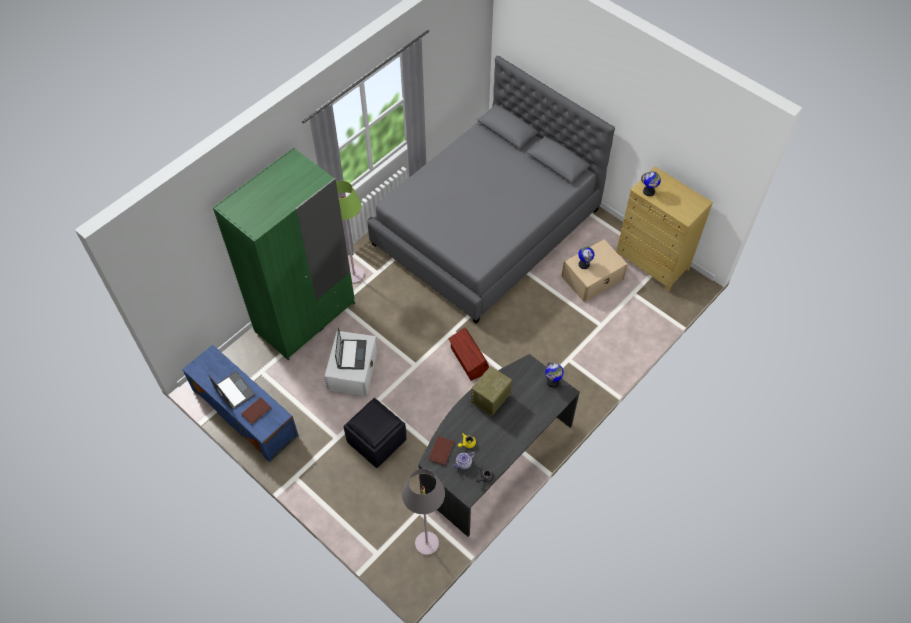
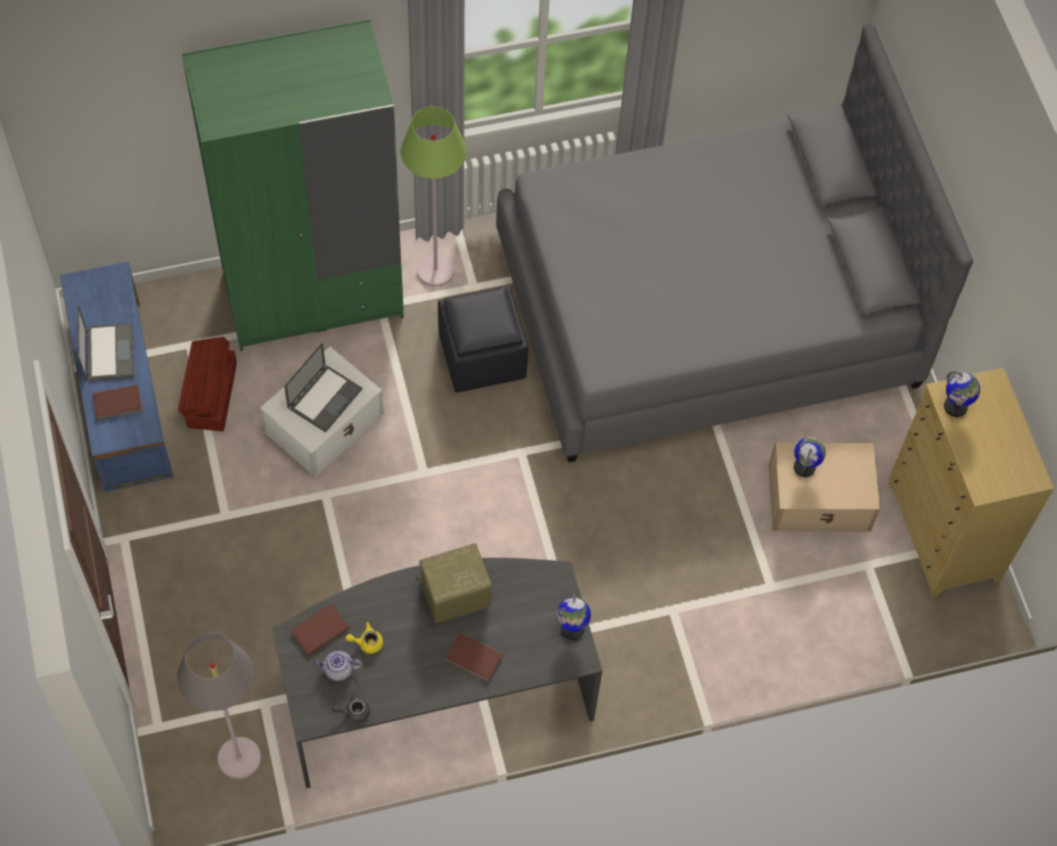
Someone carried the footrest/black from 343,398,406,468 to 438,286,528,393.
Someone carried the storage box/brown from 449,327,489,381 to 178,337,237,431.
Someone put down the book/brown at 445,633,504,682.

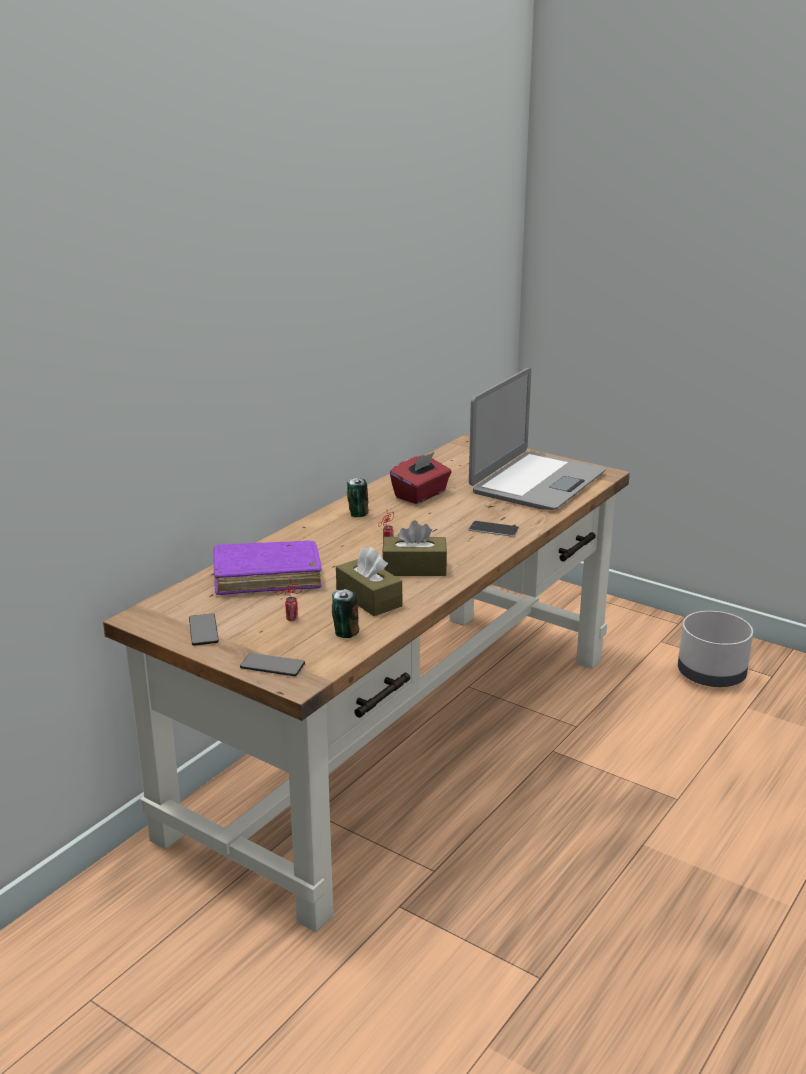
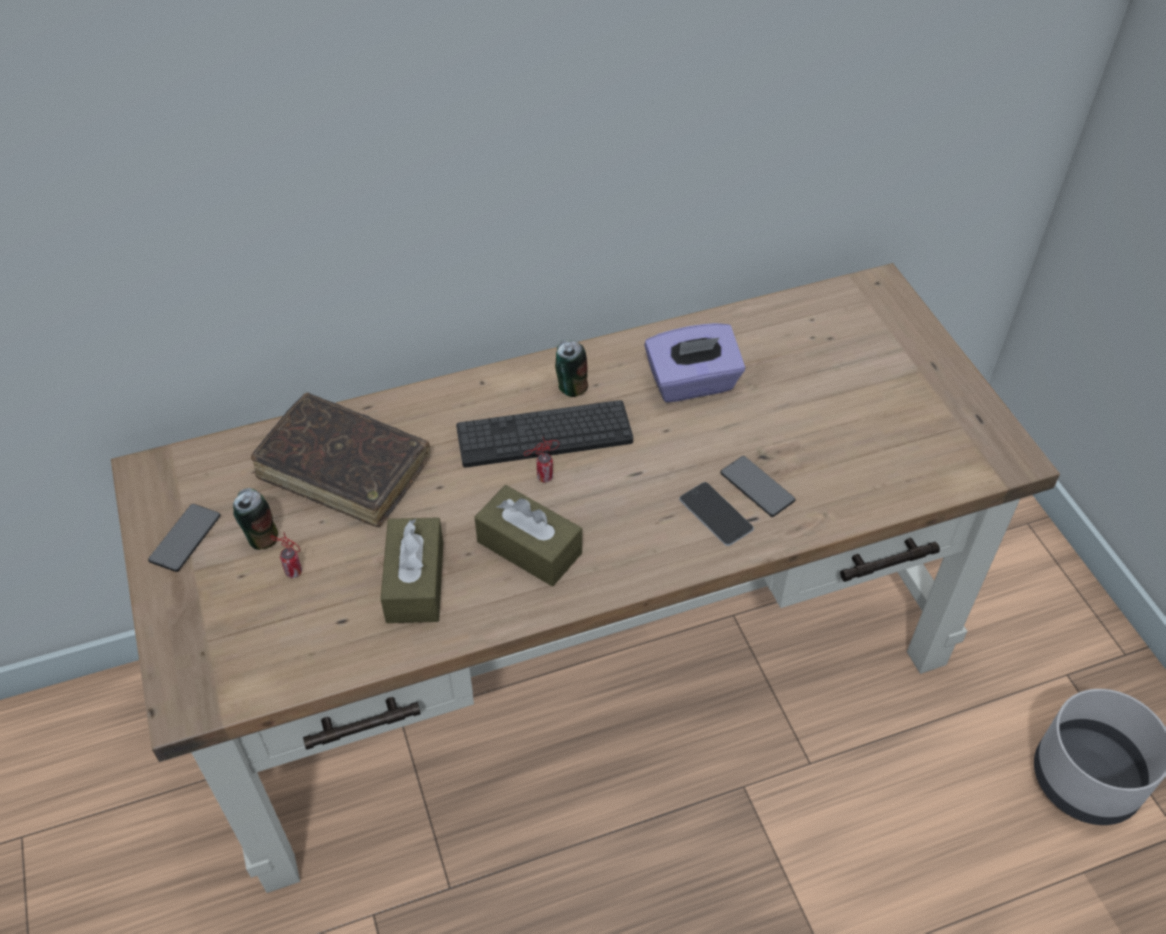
Someone repainted the book/purple-coloured at 213,540,322,595, which became the book/brown at 251,393,430,527.
Someone carried the handset from 240,653,305,676 to 720,456,795,517.
Someone carried the metal can from 332,589,359,638 to 233,488,278,550.
Someone repainted the tissue box/red at 390,452,451,504, which became the tissue box/purple-coloured at 644,323,745,402.
Someone took away the laptop at 469,368,606,510.
Someone put down the computer keyboard at 456,400,633,468.

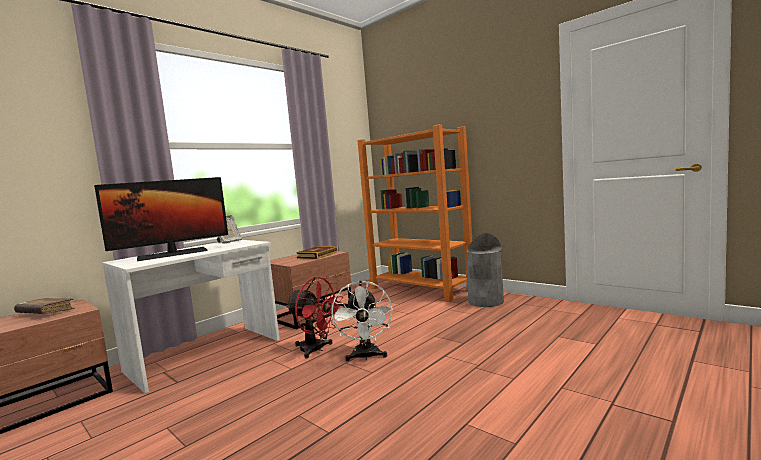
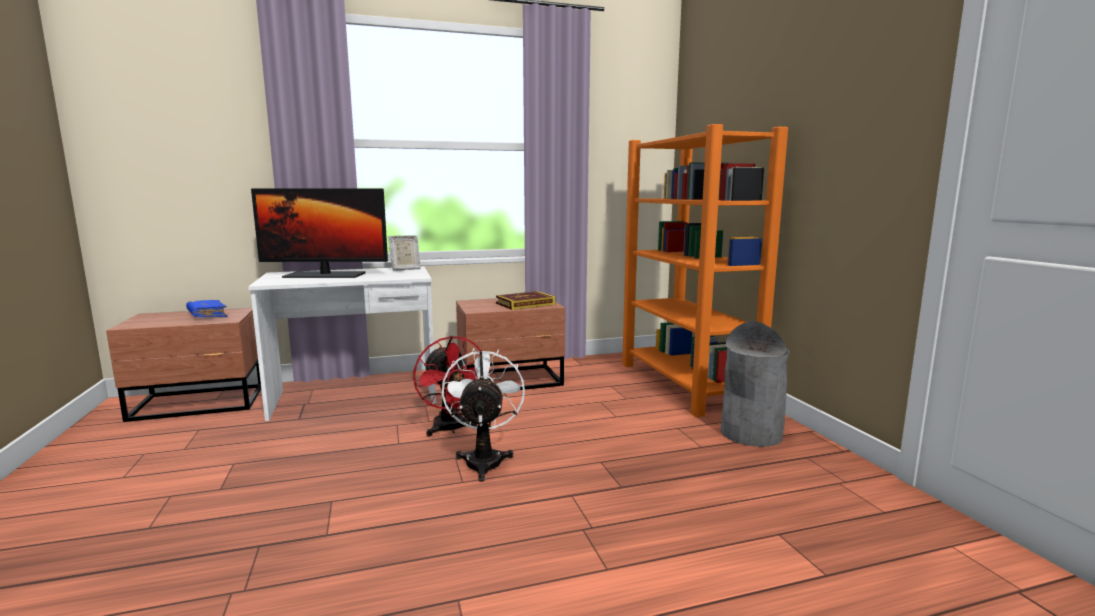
Someone repainted the book/brown at 14,298,75,314, which became the book/blue at 186,300,228,317.
Someone rotated the cooling fan/white-coloured at 331,281,393,361 by 150 degrees clockwise.

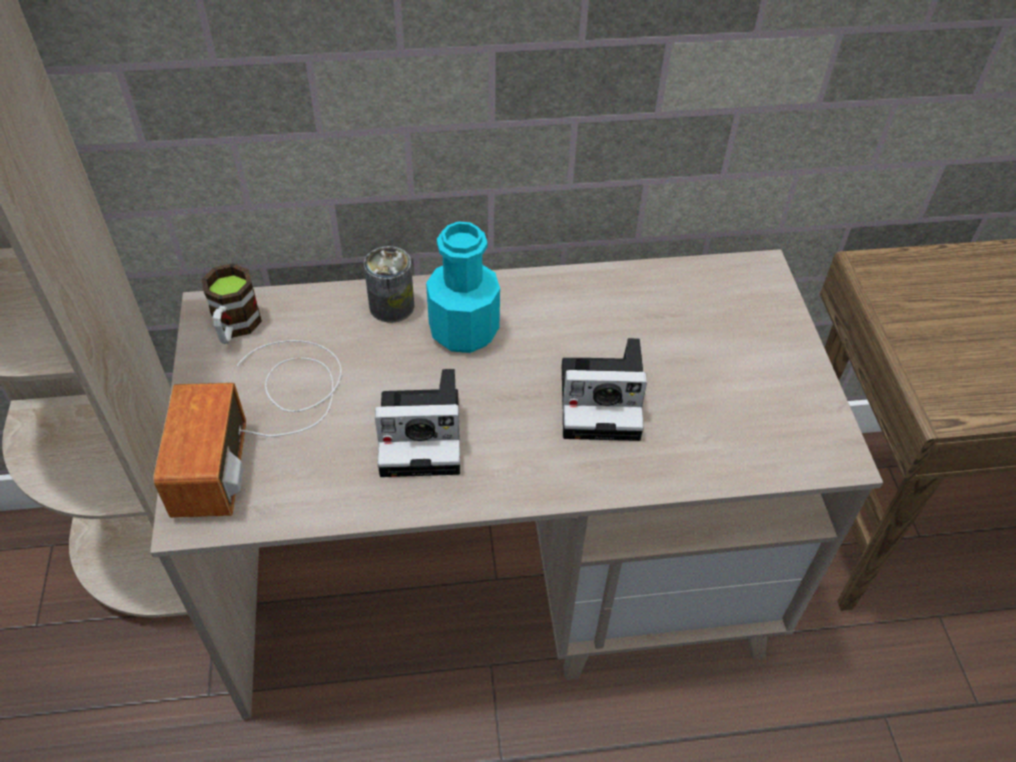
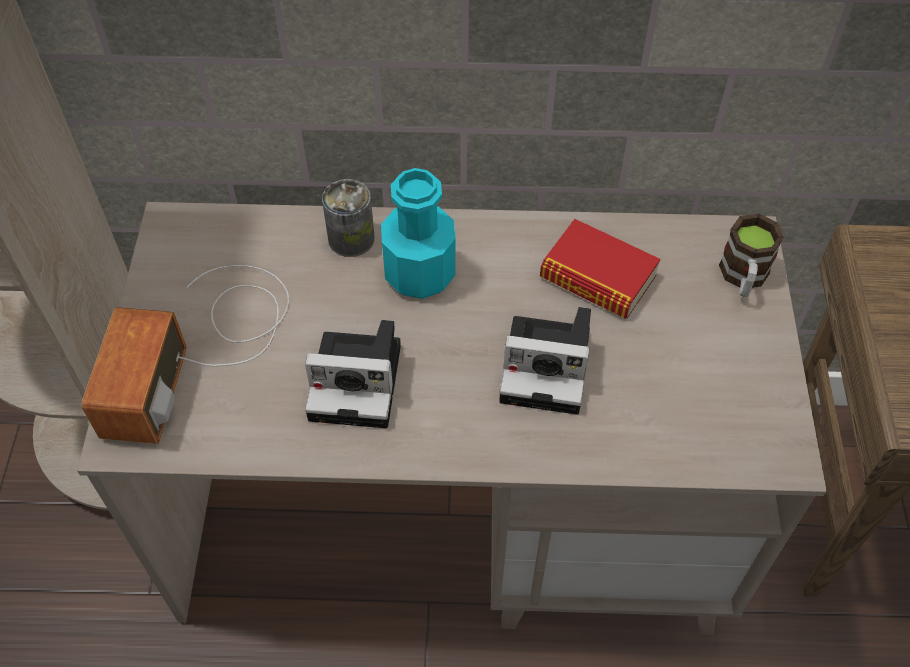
Someone carried the coffee mug from 201,263,262,344 to 719,214,784,297.
Someone put down the book at 540,219,660,319.

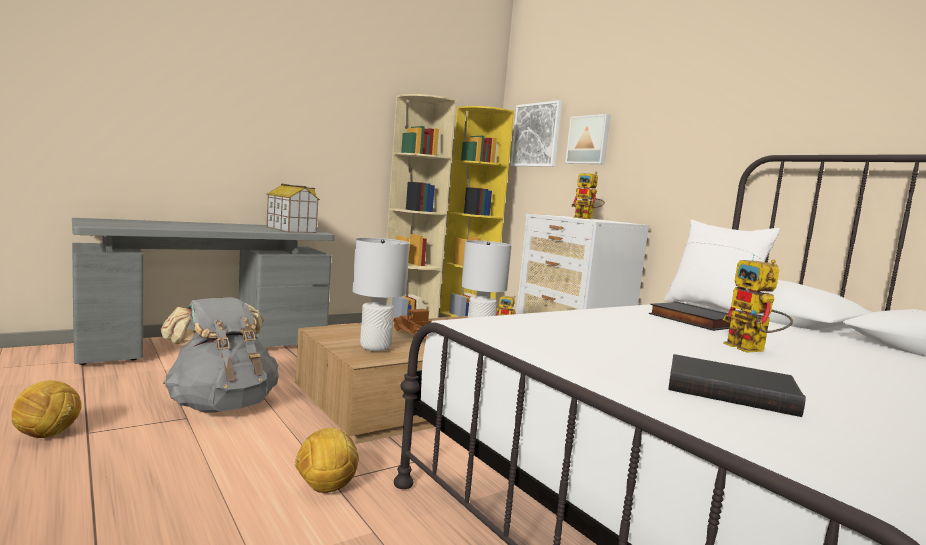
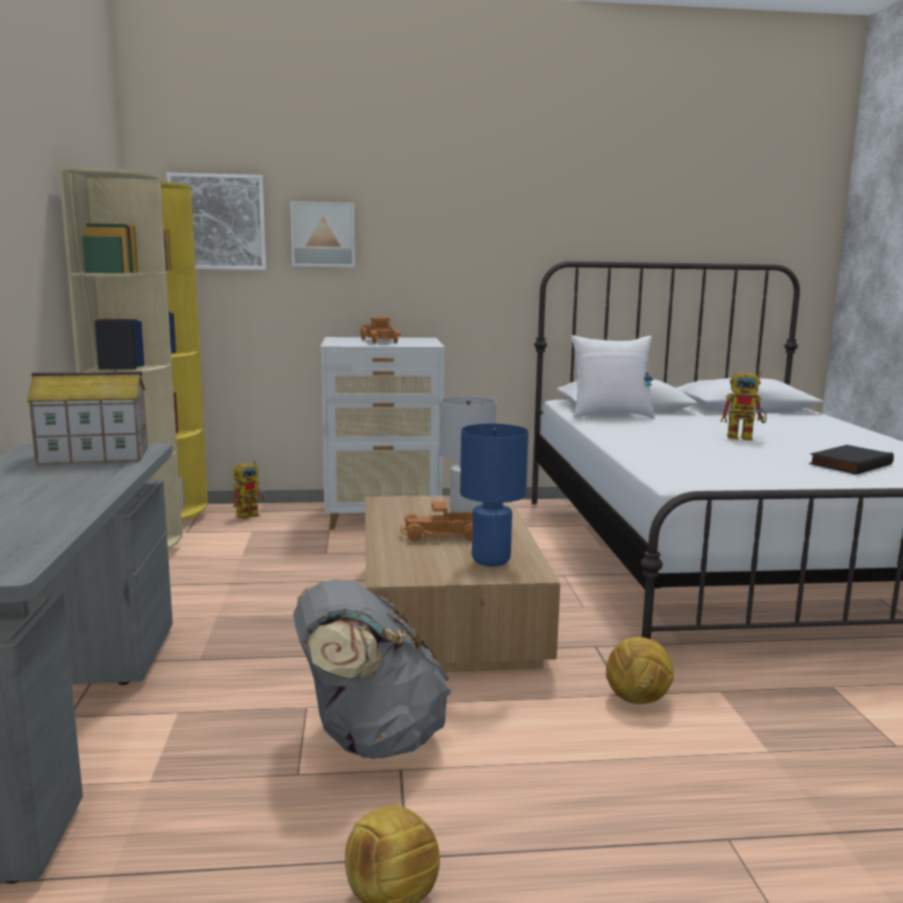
Someone repainted the tabletop lamp/greyish at 353,238,410,351, which became the tabletop lamp/blue at 460,424,529,567.
Someone swapped the robot figure at 571,172,605,219 for the toy truck at 360,317,401,344.
Someone took away the book/black at 649,301,730,331.

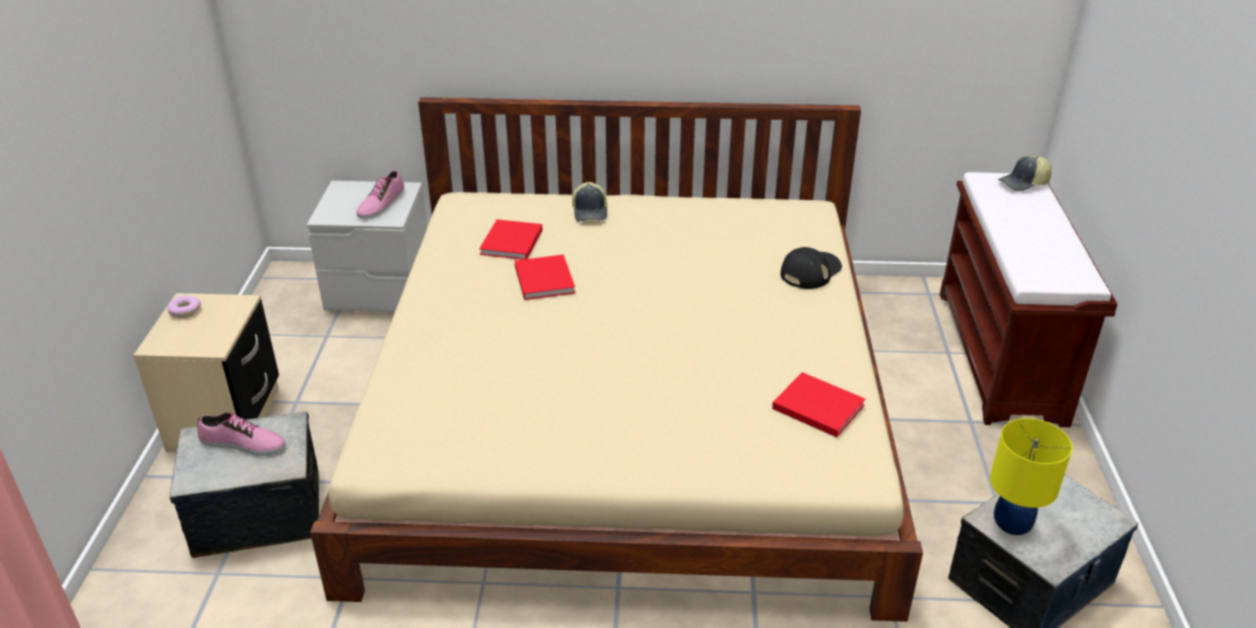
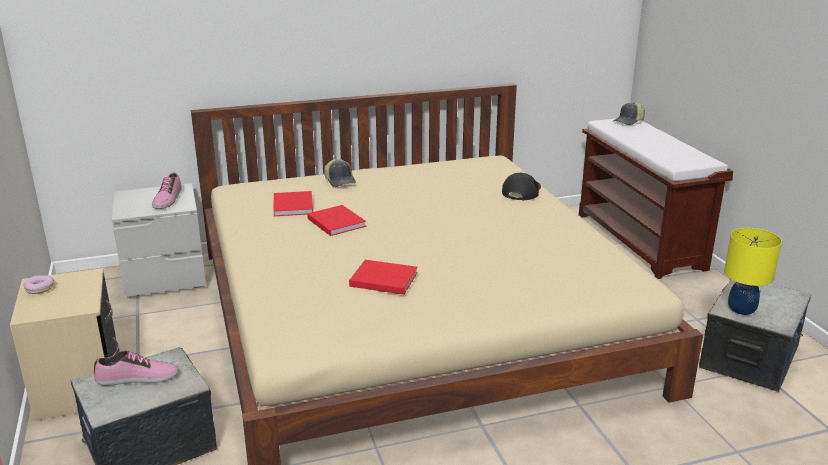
Someone carried the book/red from 772,372,866,437 to 349,260,418,295.

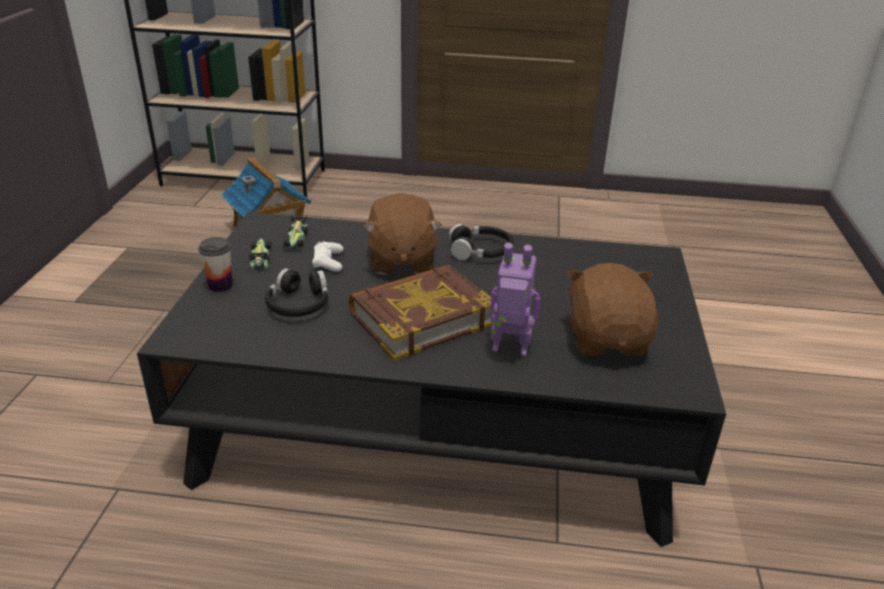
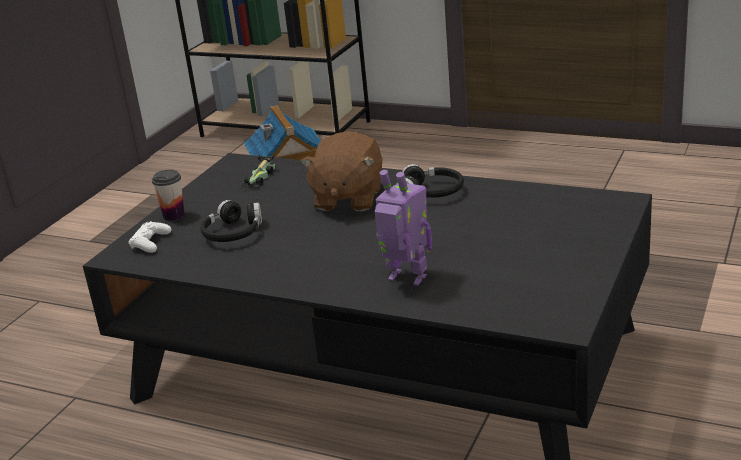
Someone took away the toy car at 249,239,271,270.
Someone carried the gamepad/white-coloured from 312,241,344,272 to 129,221,172,253.
Someone took away the book at 349,265,493,361.
Someone took away the soft toy/brown at 566,263,658,356.

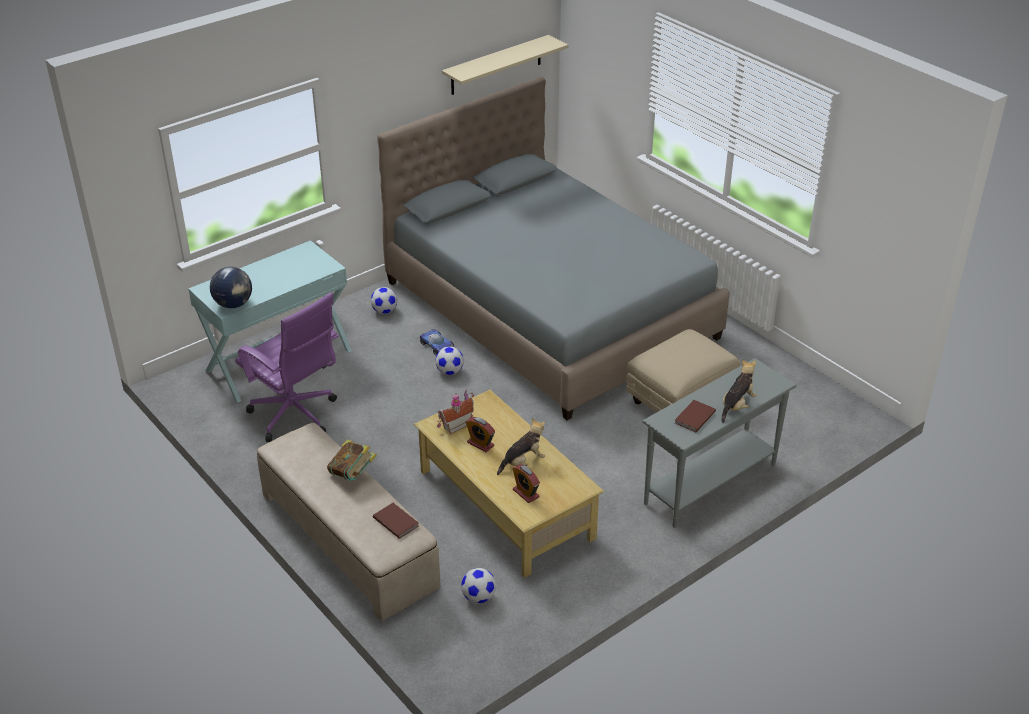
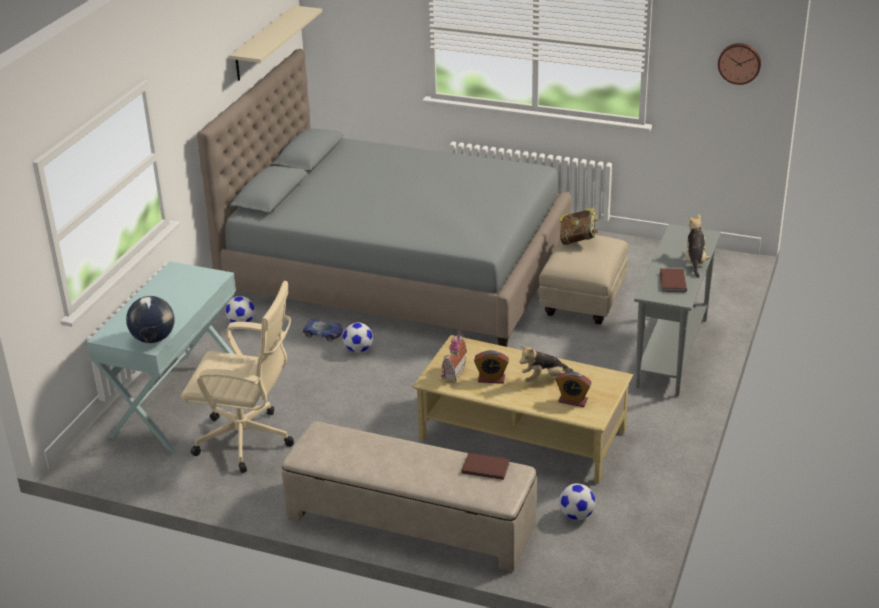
Someone repainted the desk chair/purple-coloured at 235,292,338,442, which became the desk chair/sand-coloured at 181,281,294,473.
Someone carried the book from 327,440,377,481 to 560,207,598,245.
Someone rotated the soft toy at 497,418,545,475 by 135 degrees counterclockwise.
Someone put up the hanging clock at 718,43,761,85.

